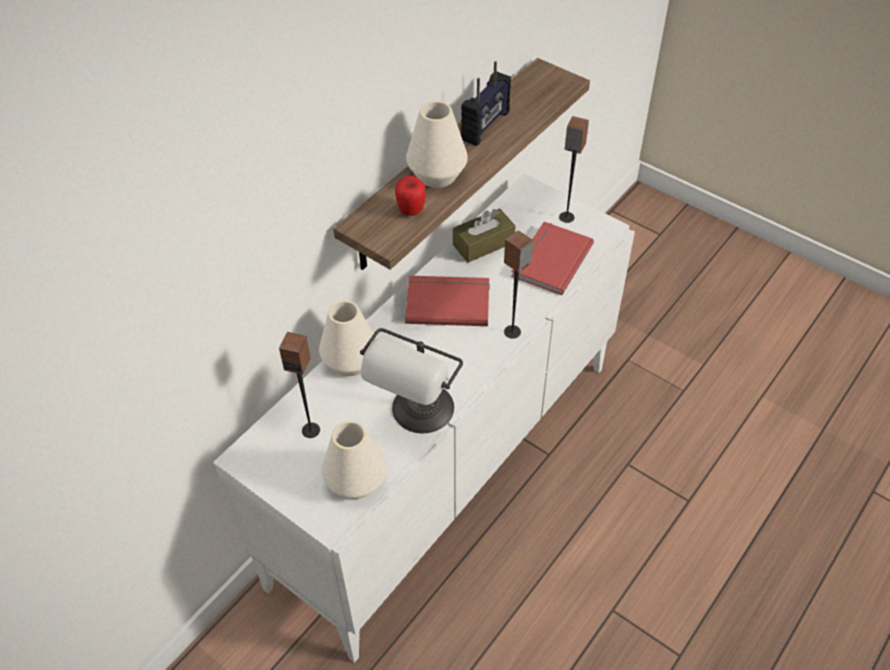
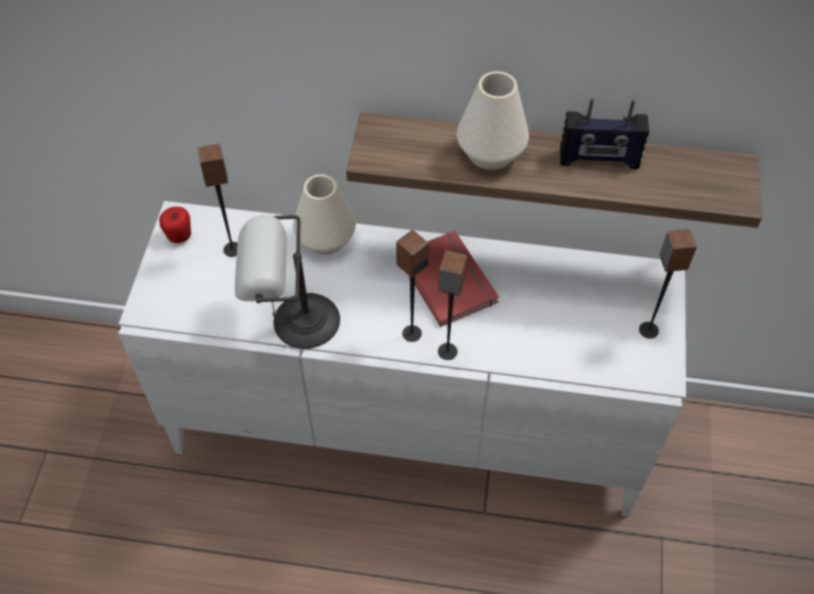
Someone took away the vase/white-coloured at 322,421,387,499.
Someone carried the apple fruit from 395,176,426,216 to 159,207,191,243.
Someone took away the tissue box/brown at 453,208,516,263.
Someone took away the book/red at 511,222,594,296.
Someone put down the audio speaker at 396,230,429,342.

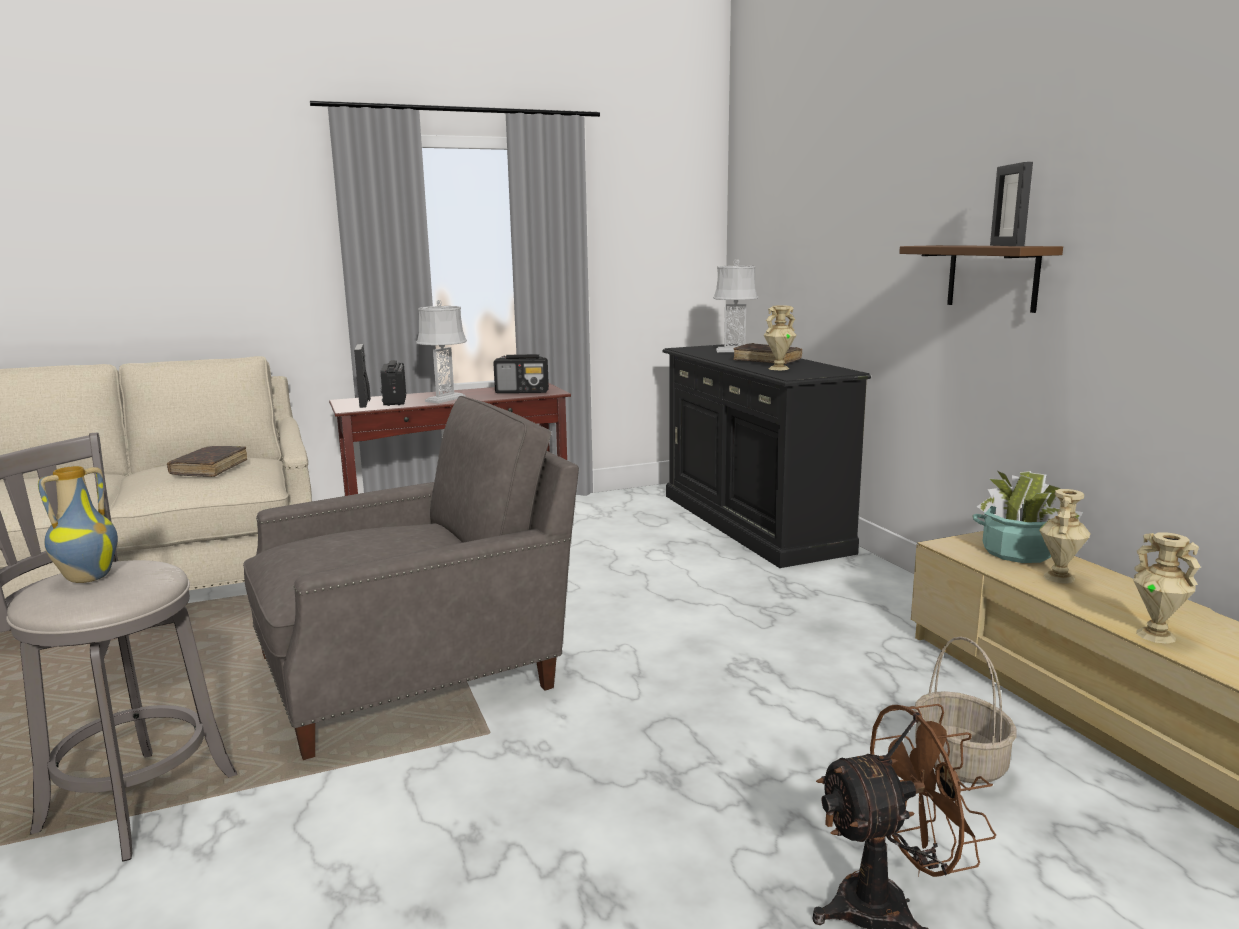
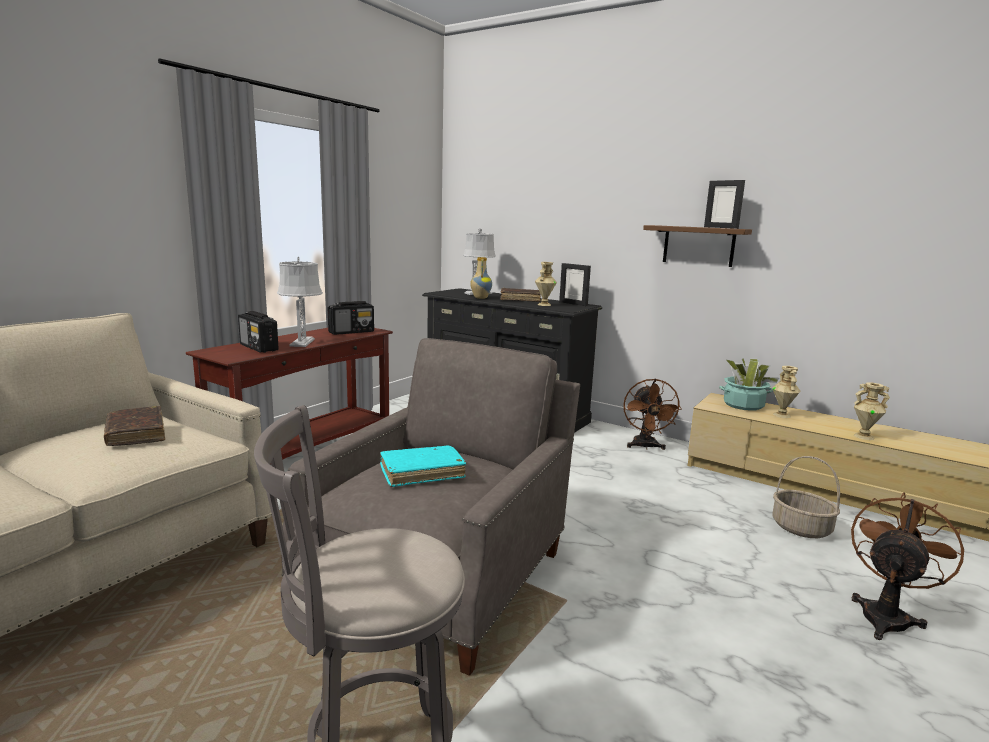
Someone carried the vase from 38,466,118,583 to 470,257,492,299.
Someone carried the standing frame from 354,344,371,408 to 559,263,591,306.
Someone put down the book/blue-green at 380,446,466,487.
Someone put down the cooling fan/brown at 623,379,682,450.

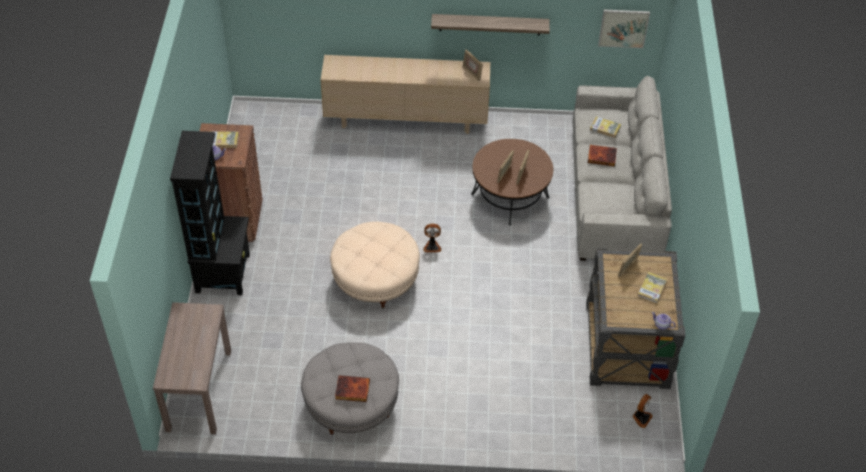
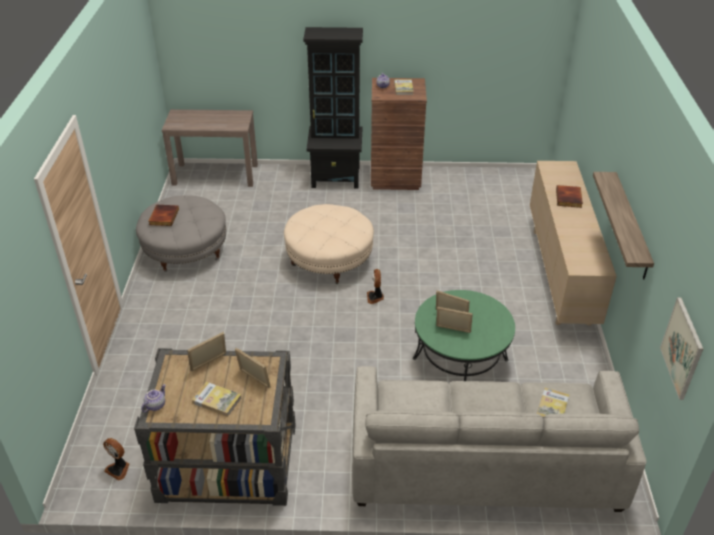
Someone carried the standing frame from 463,49,483,81 to 187,332,226,371.
Someone repainted the coffee table/brown at 471,139,553,226, which became the coffee table/greenish at 413,290,515,381.
Someone carried the book from 588,145,617,167 to 556,185,583,208.

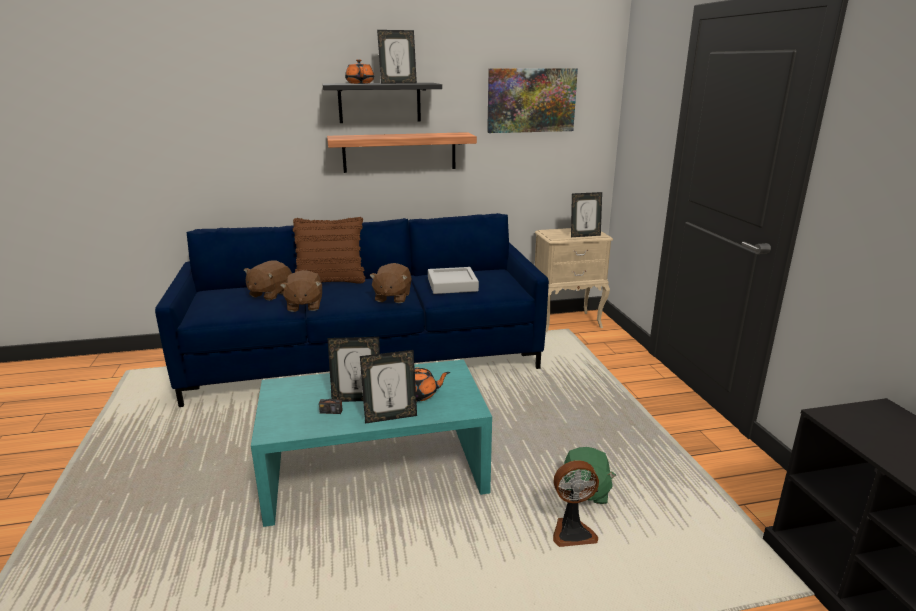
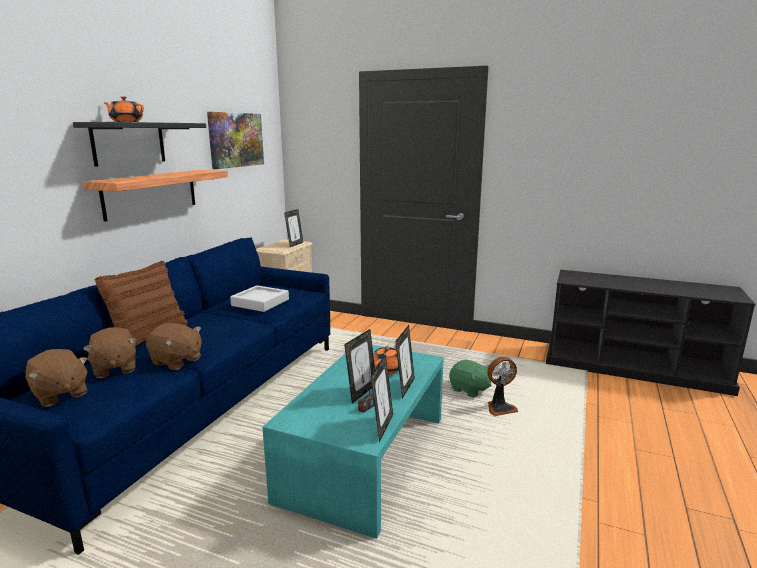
Someone carried the soft toy/brown from 369,263,412,303 to 25,349,88,407.
Someone carried the standing frame from 377,30,417,84 to 371,354,393,442.
Someone rotated the cooling fan at 553,460,599,547 by 45 degrees clockwise.

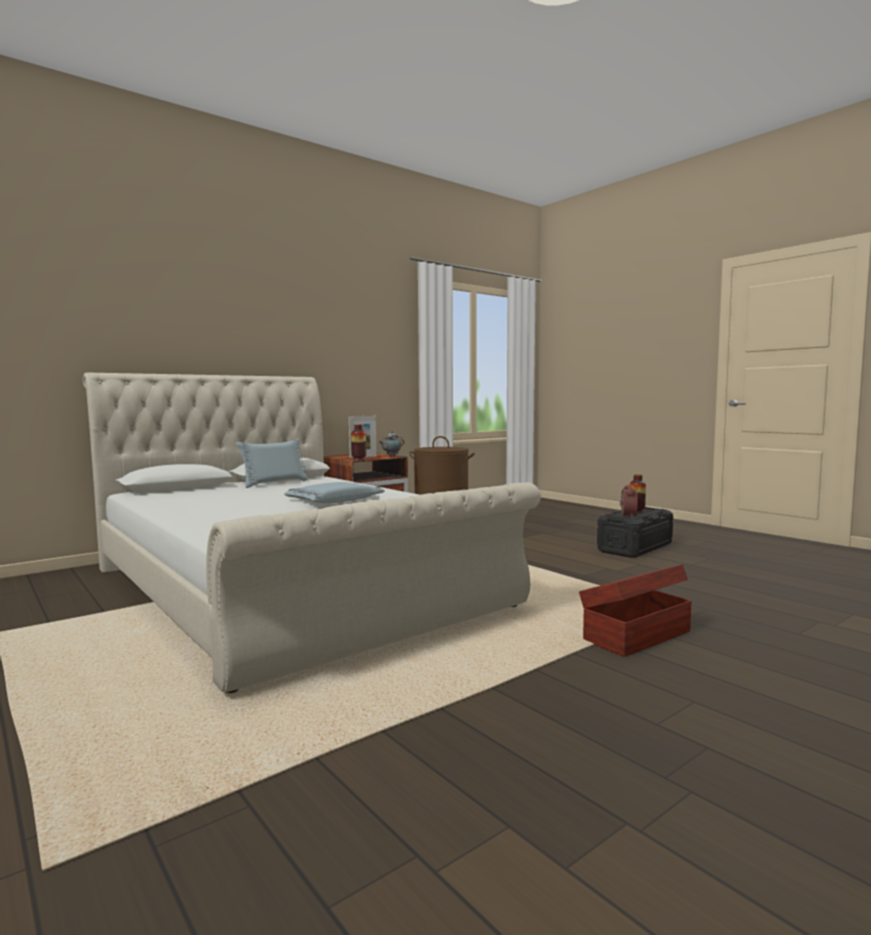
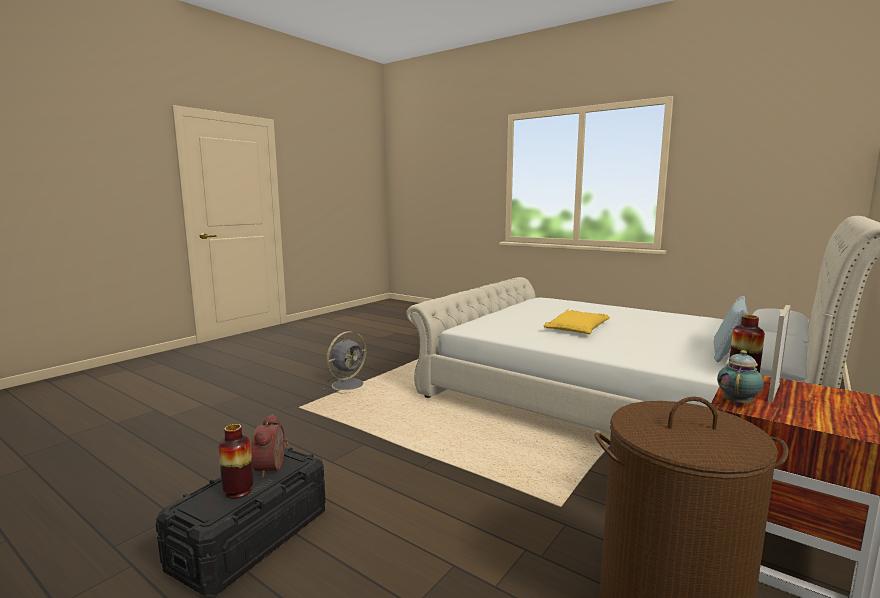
Someone repainted the pillow/blue at 284,482,385,504, which became the pillow/yellow-coloured at 544,309,610,334.
Someone swapped the storage box/brown at 579,564,691,657 for the cooling fan/greyish at 322,331,369,393.

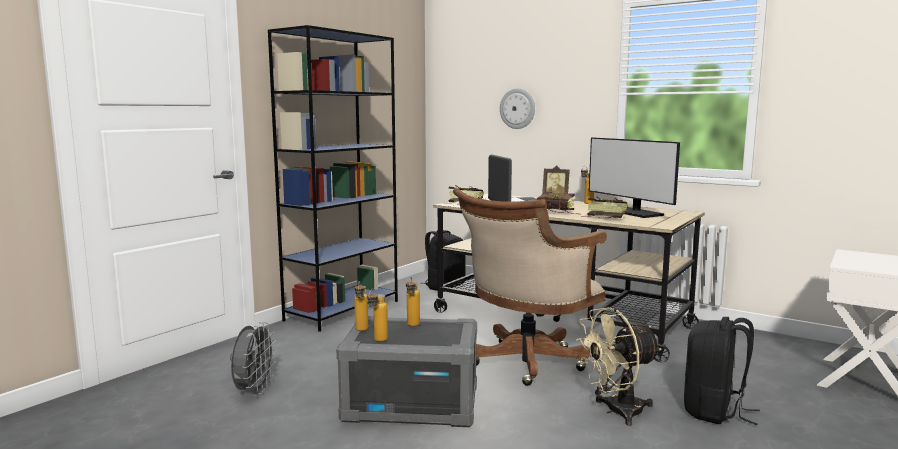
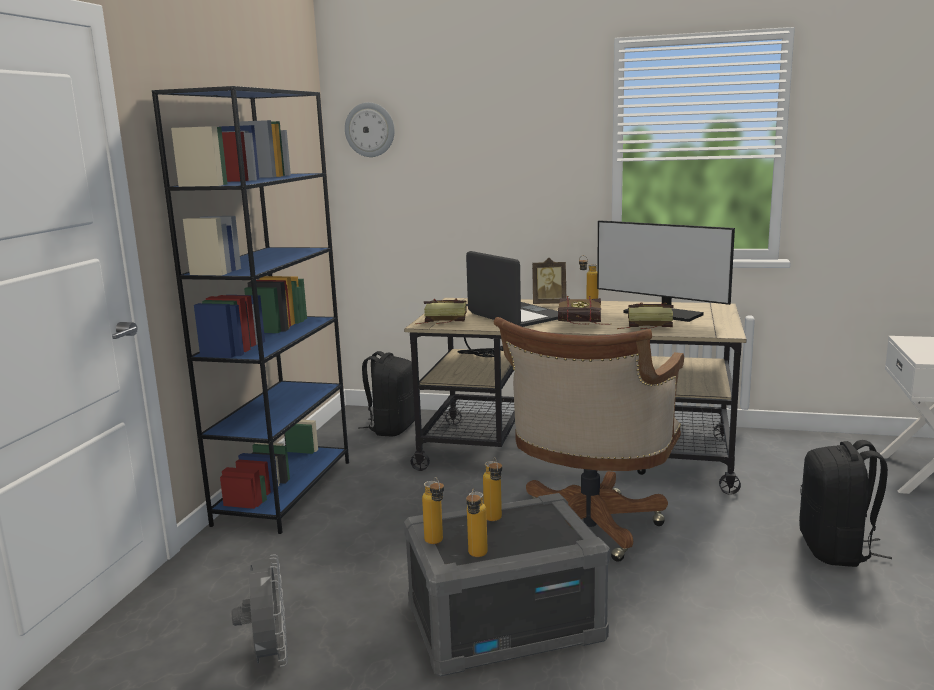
Someone carried the hanging clock from 500,88,535,129 to 345,102,395,157.
Someone took away the cooling fan/sand-coloured at 575,307,661,426.

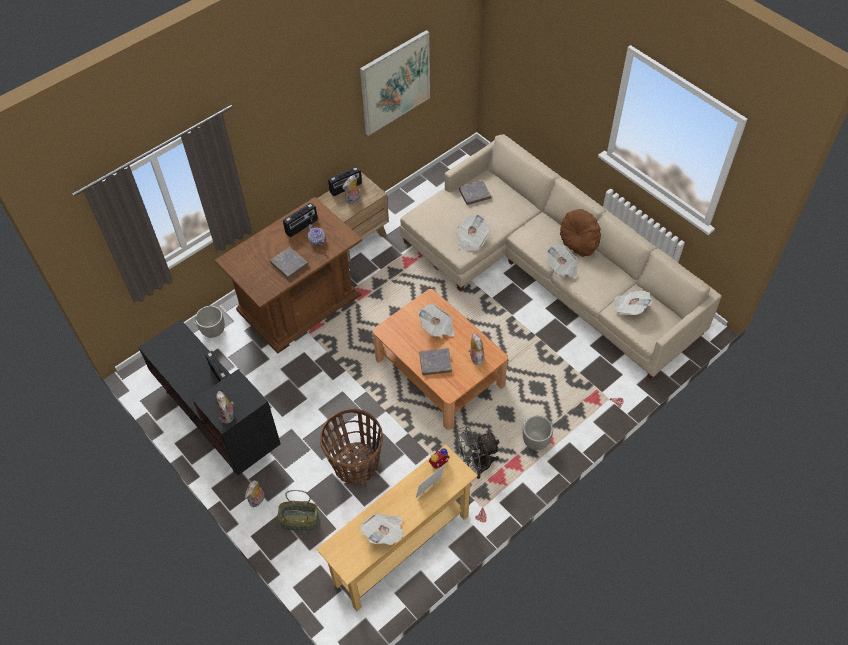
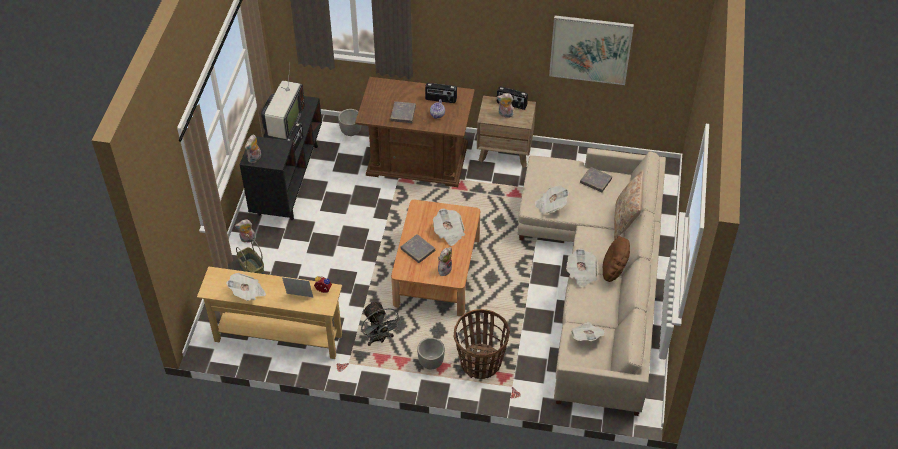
Someone carried the basket from 320,409,383,484 to 454,309,510,379.
Someone rotated the cooling fan/greyish at 456,426,500,479 by 150 degrees counterclockwise.
Someone put down the television at 261,65,305,139.
Someone put down the pillow/sand-coloured at 614,170,643,240.

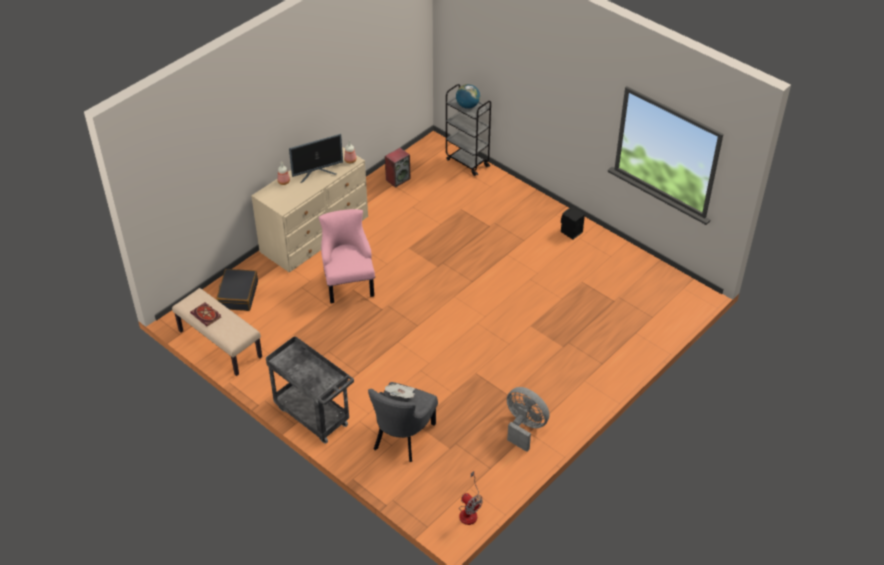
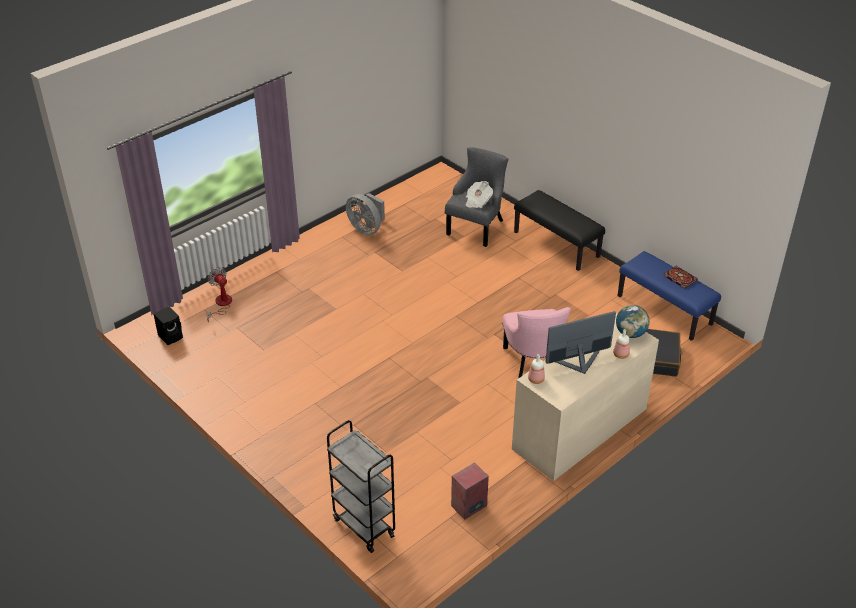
Someone repainted the bench/sand-coloured at 172,288,262,376, which became the bench/blue at 618,251,721,341.
Someone swapped the trolley/greyish at 266,336,354,444 for the bench/black at 514,190,605,271.
Someone carried the desk globe from 456,84,480,109 to 616,305,649,338.
Someone carried the cooling fan from 459,471,483,525 to 207,267,232,322.
Someone carried the audio speaker/black from 561,207,585,239 to 154,306,183,345.

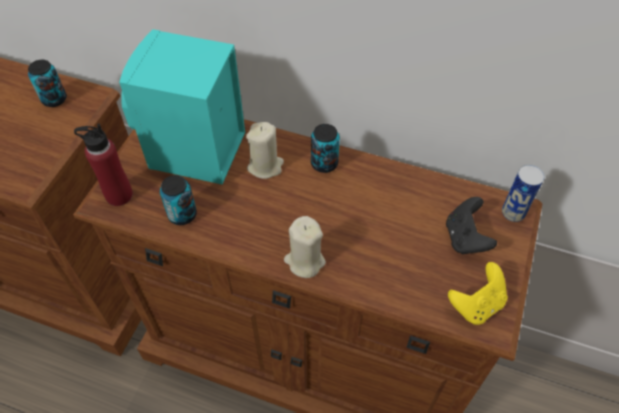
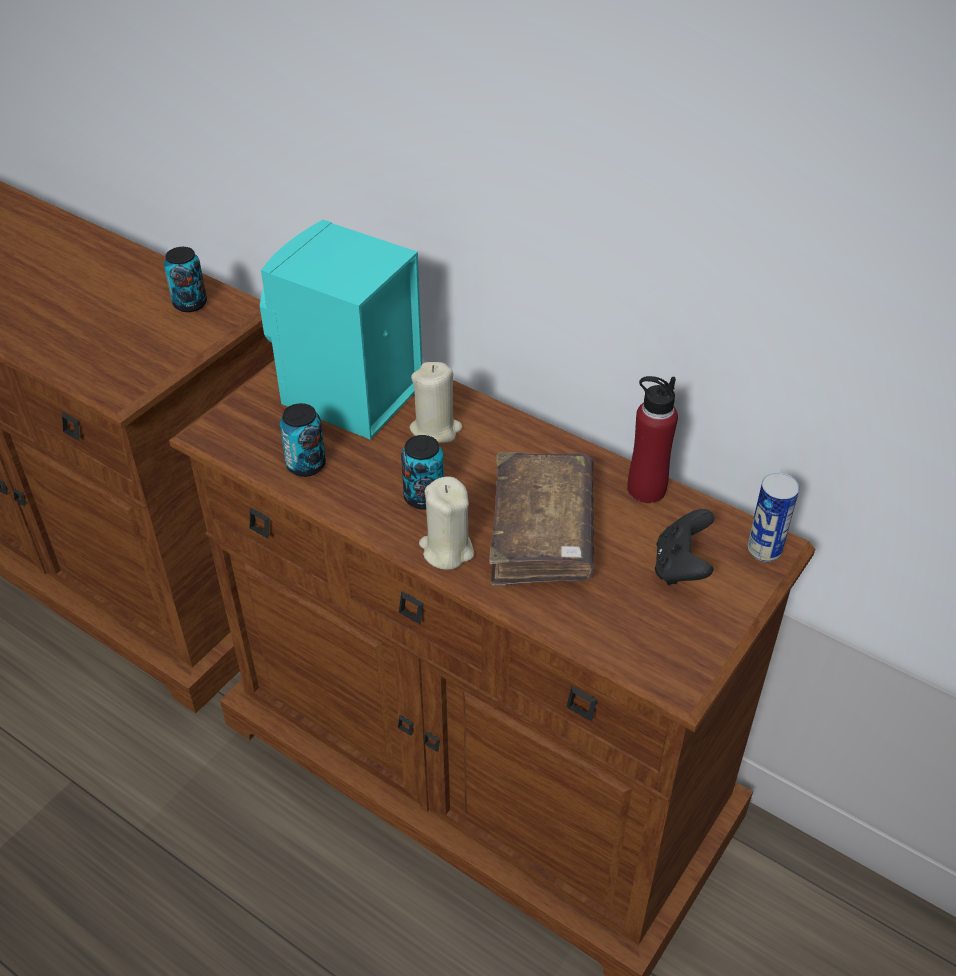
Someone carried the drink bottle/red from 74,124,133,206 to 628,376,678,503.
Someone carried the metal can from 311,124,340,173 to 401,435,444,510.
Someone took away the gamepad/yellow-coloured at 448,262,508,325.
Someone put down the book/brown at 489,452,594,586.

